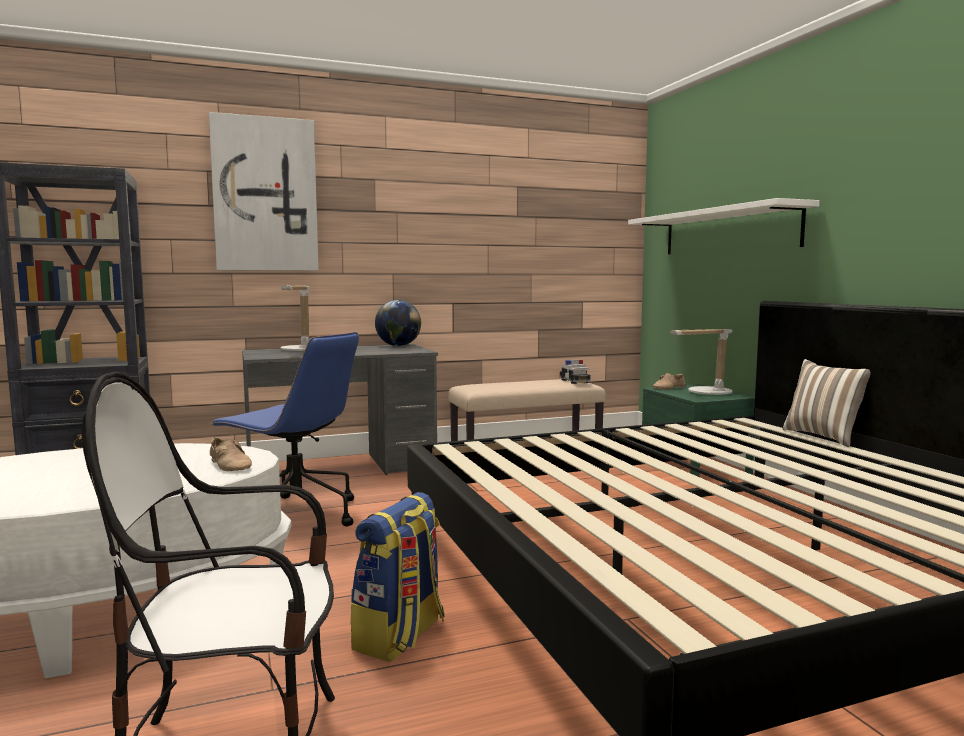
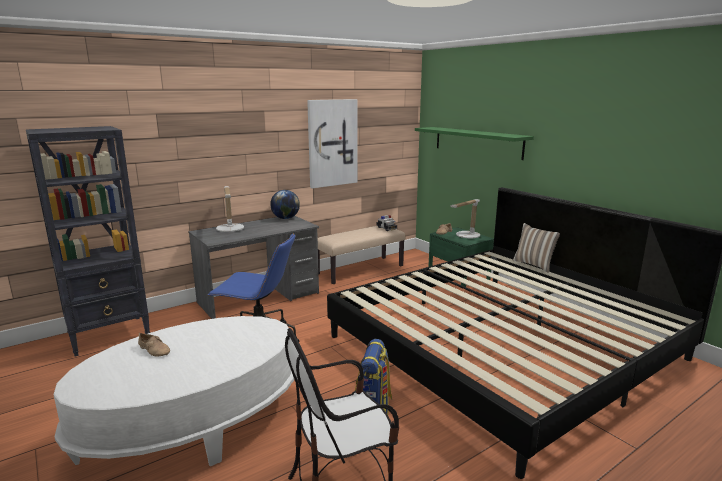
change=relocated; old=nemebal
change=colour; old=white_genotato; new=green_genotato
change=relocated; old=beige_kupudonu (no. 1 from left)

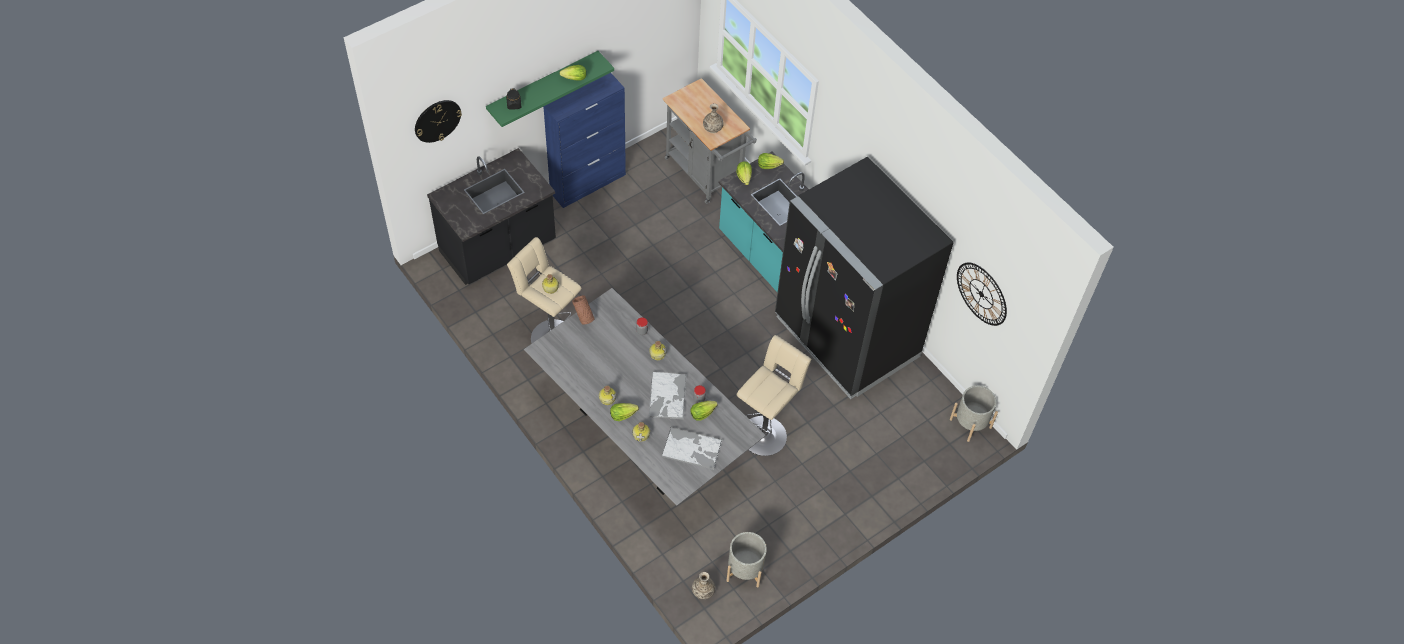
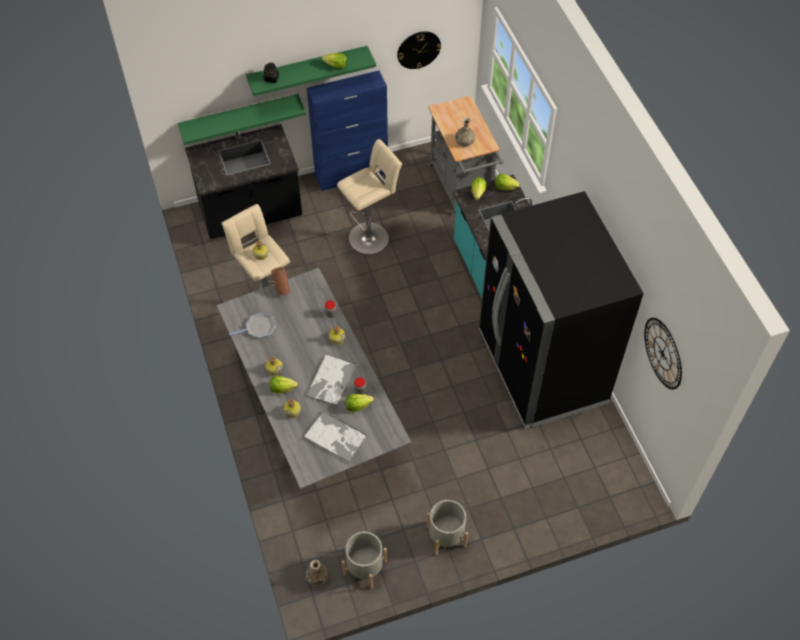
change=relocated; old=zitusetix (no. 1 from left)
change=relocated; old=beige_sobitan (no. 2 from left)
change=relocated; old=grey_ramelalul (no. 2 from left)
change=appeared; new=green_genotato (no. 1 from left)
change=appeared; new=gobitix

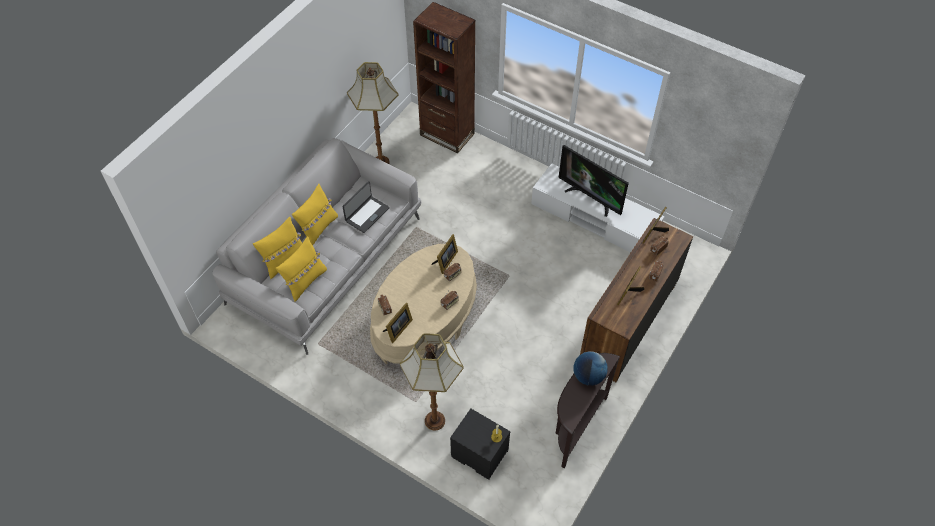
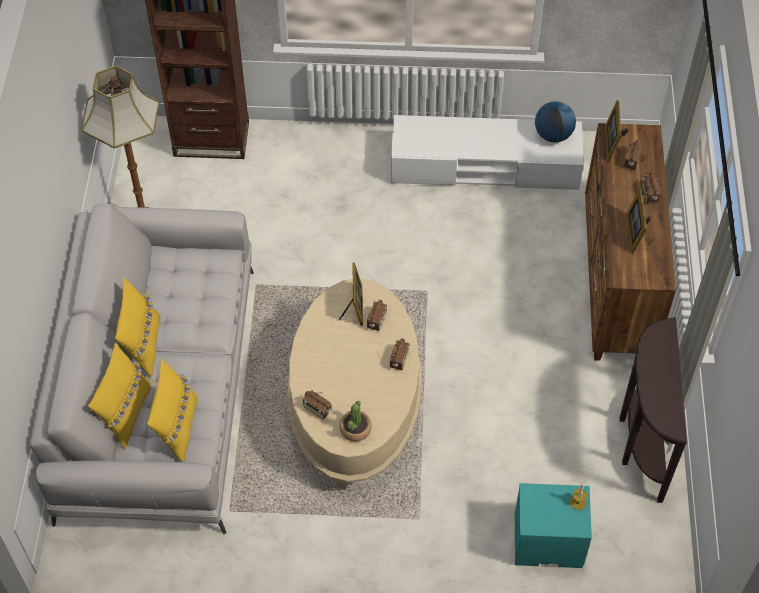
change=missing; old=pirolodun
change=missing; old=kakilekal
change=exchanged; old=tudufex (no. 1 from left); new=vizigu
change=missing; old=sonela (no. 2 from left)
change=relocated; old=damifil
change=colour; old=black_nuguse; new=turquoise_nuguse

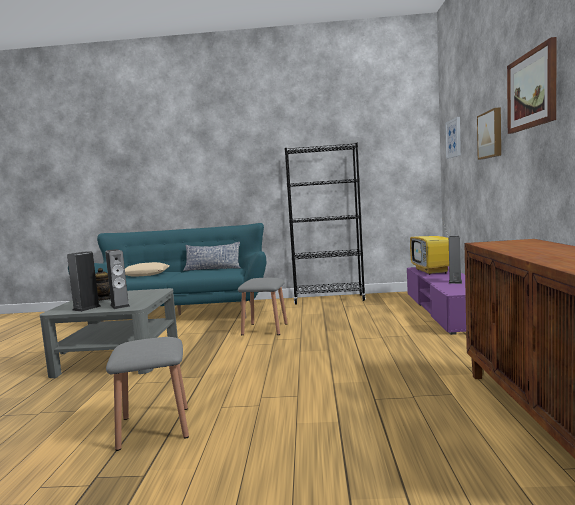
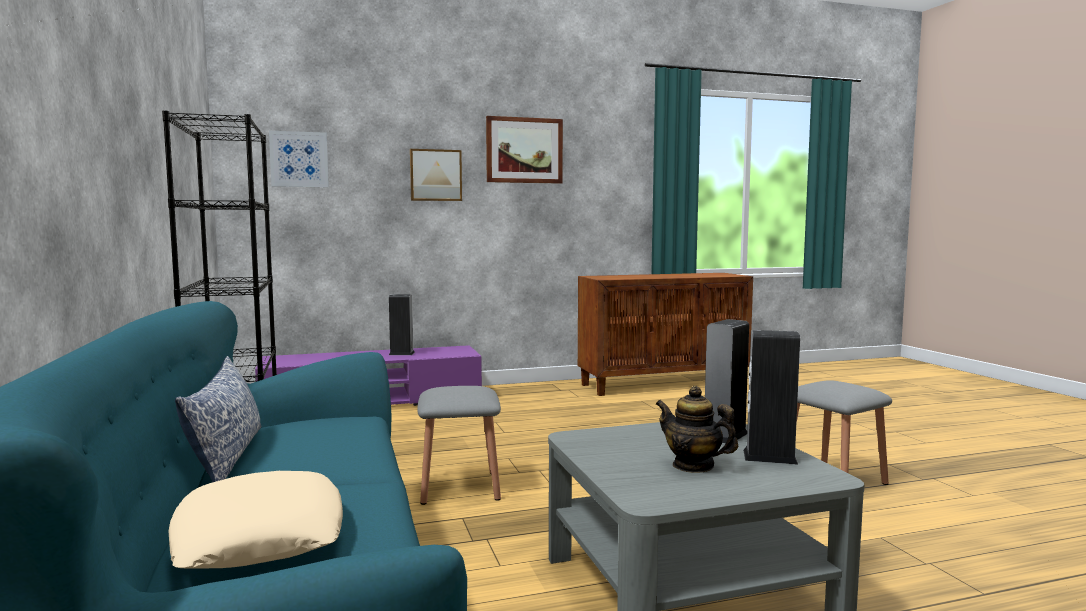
change=missing; old=pirolodun

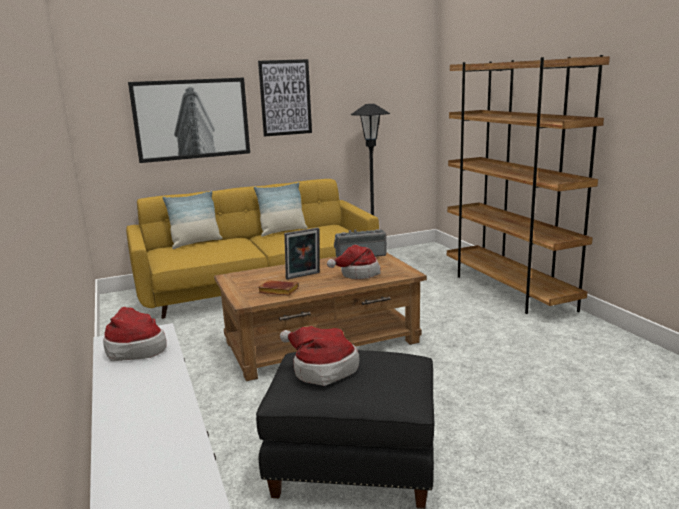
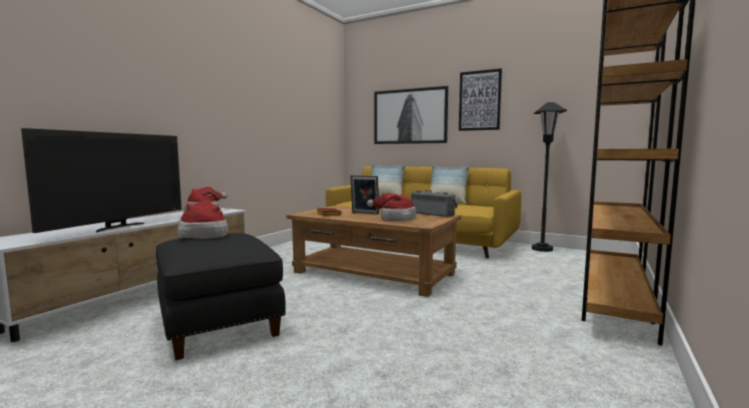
change=appeared; new=pirolodun

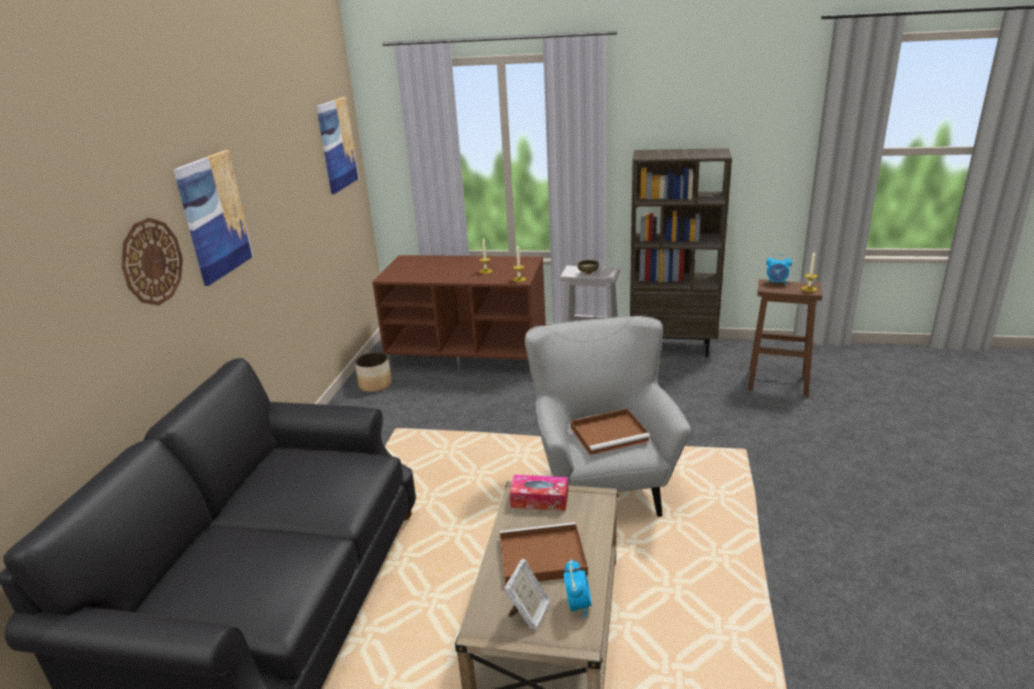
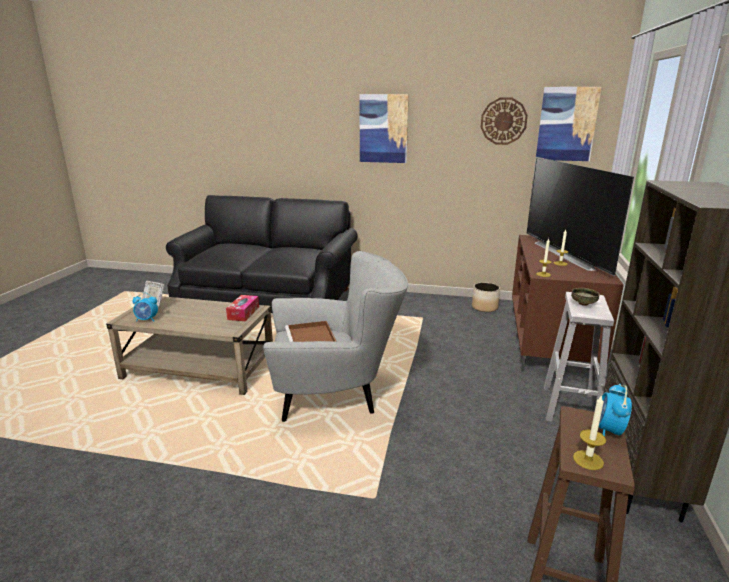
change=relocated; old=zitusetix
change=missing; old=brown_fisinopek (no. 1 from left)
change=appeared; new=pirolodun

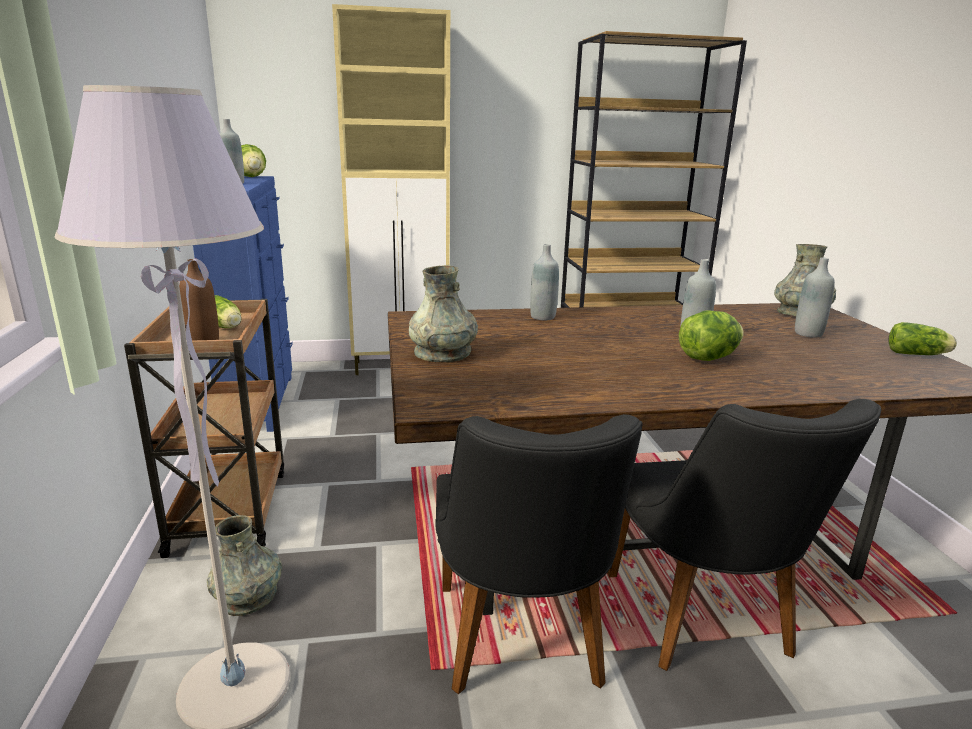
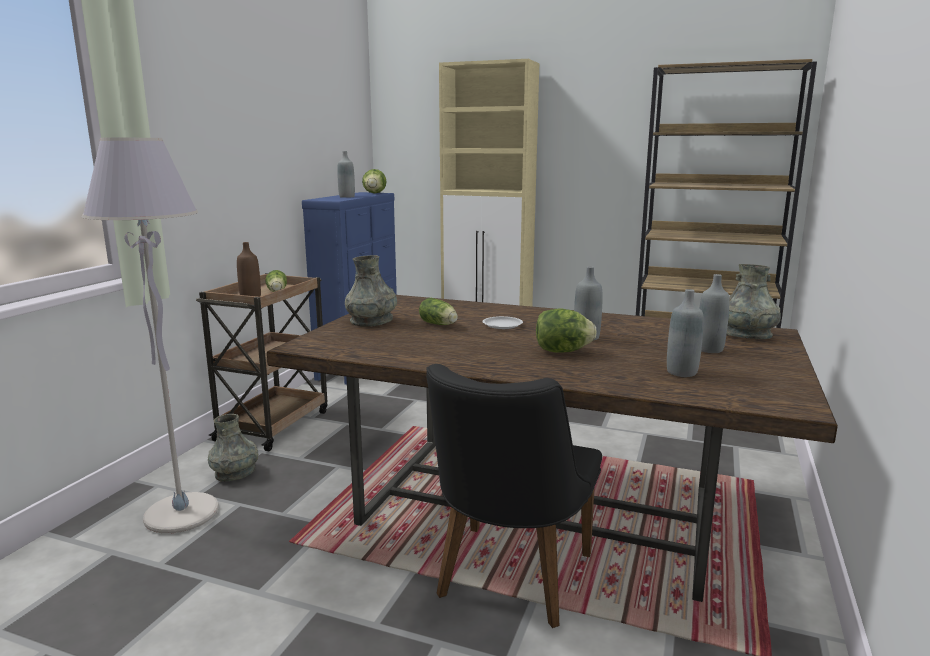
change=relocated; old=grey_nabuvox (no. 2 from left in the first image); new=grey_nabuvox (no. 3 from left)
change=relocated; old=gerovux (no. 4 from left in the first image); new=gerovux (no. 3 from left)
change=missing; old=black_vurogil (no. 1 from left)
change=appeared; new=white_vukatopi

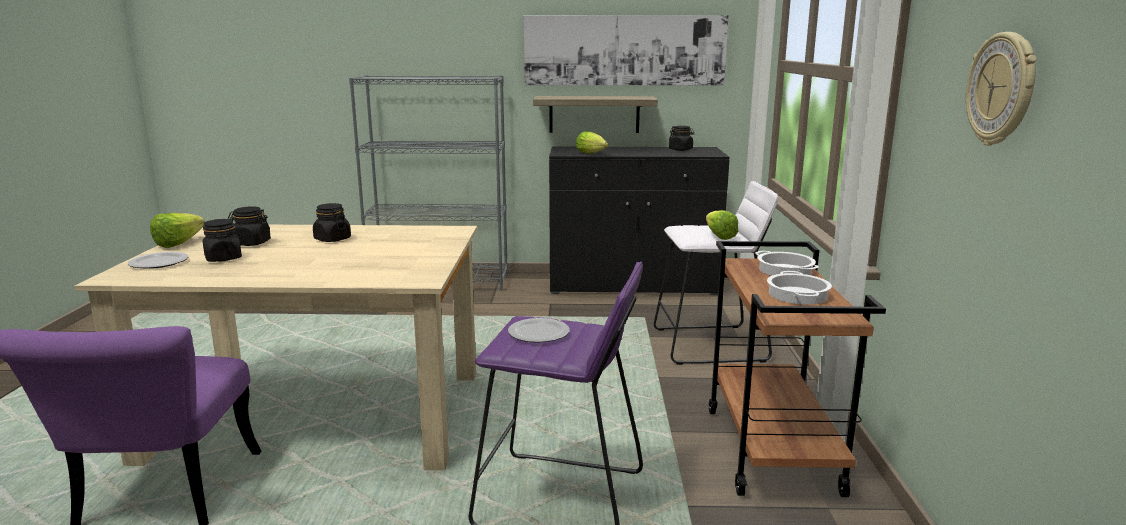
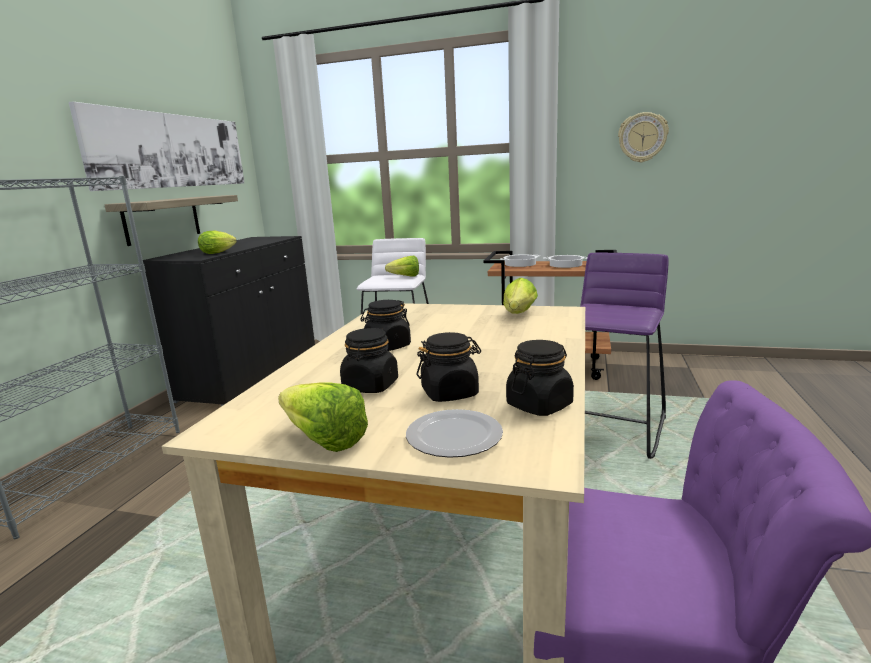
change=relocated; old=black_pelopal (no. 4 from left)
change=missing; old=vukatopi (no. 2 from left)
change=appeared; new=gerovux (no. 4 from left)

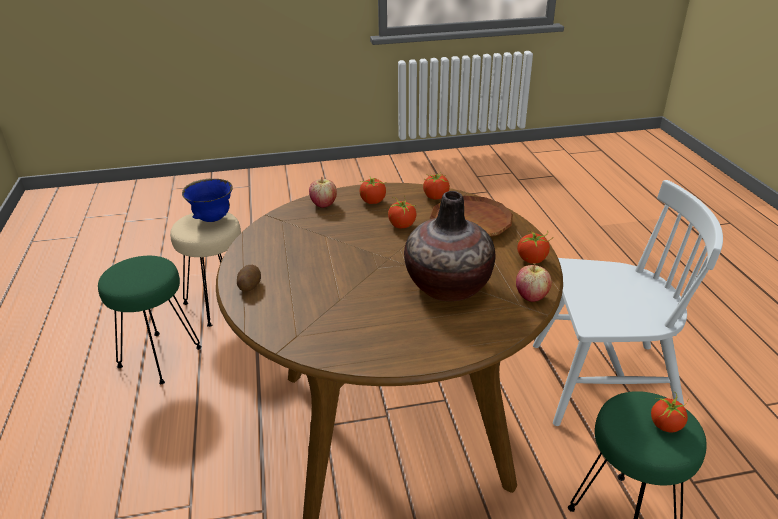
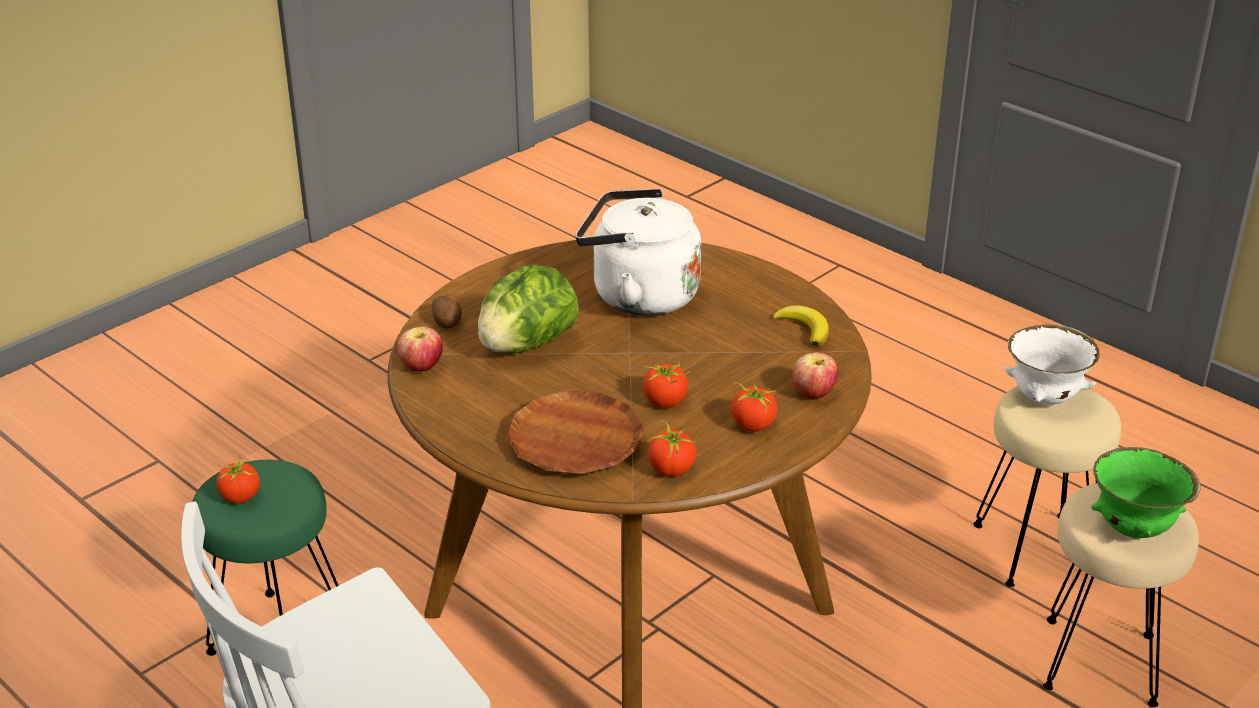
change=colour; old=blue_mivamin; new=green_mivamin
change=exchanged; old=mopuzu; new=gerovux
change=missing; old=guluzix (no. 4 from left)
change=colour; old=green_sobitan (no. 1 from left); new=beige_sobitan (no. 1 from left)
change=relocated; old=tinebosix
change=appeared; new=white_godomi
change=appeared; new=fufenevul
change=appeared; new=white_mivamin

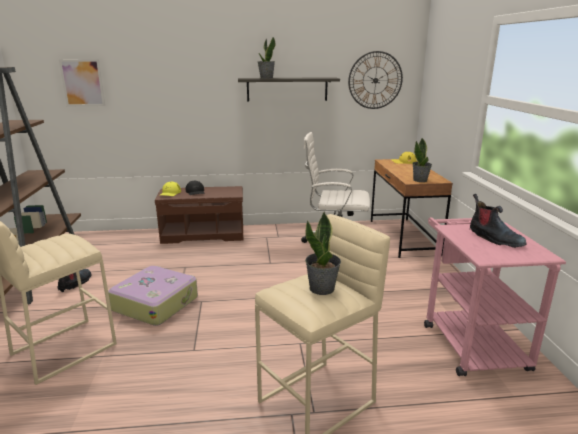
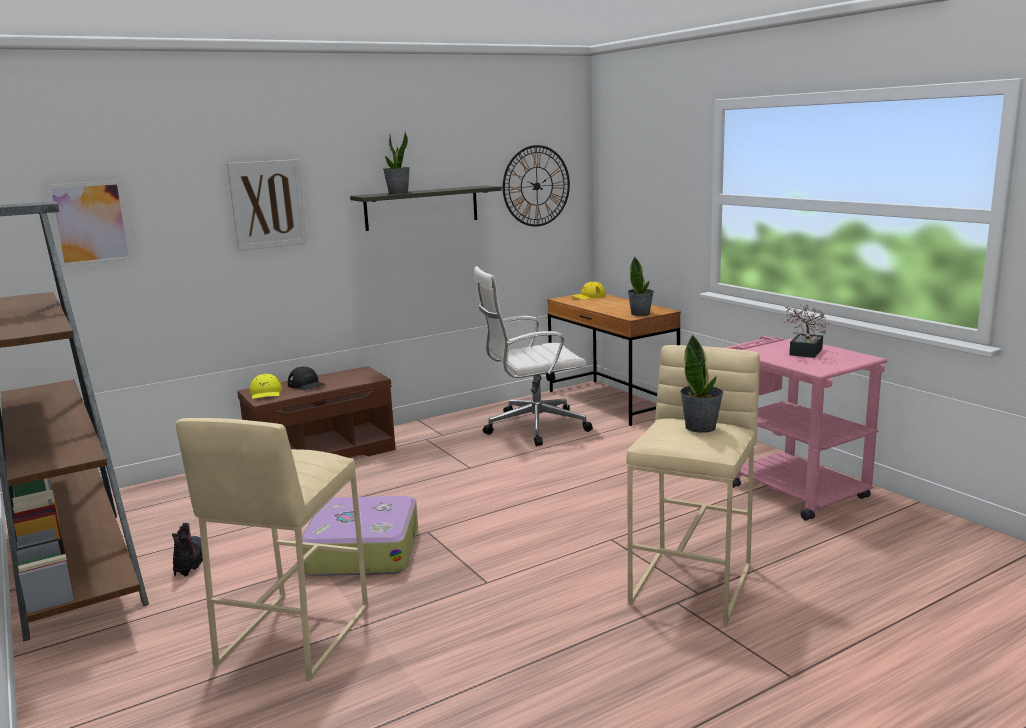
change=exchanged; old=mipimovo (no. 2 from left); new=vizigu (no. 4 from left)
change=appeared; new=nemebal (no. 2 from left)

